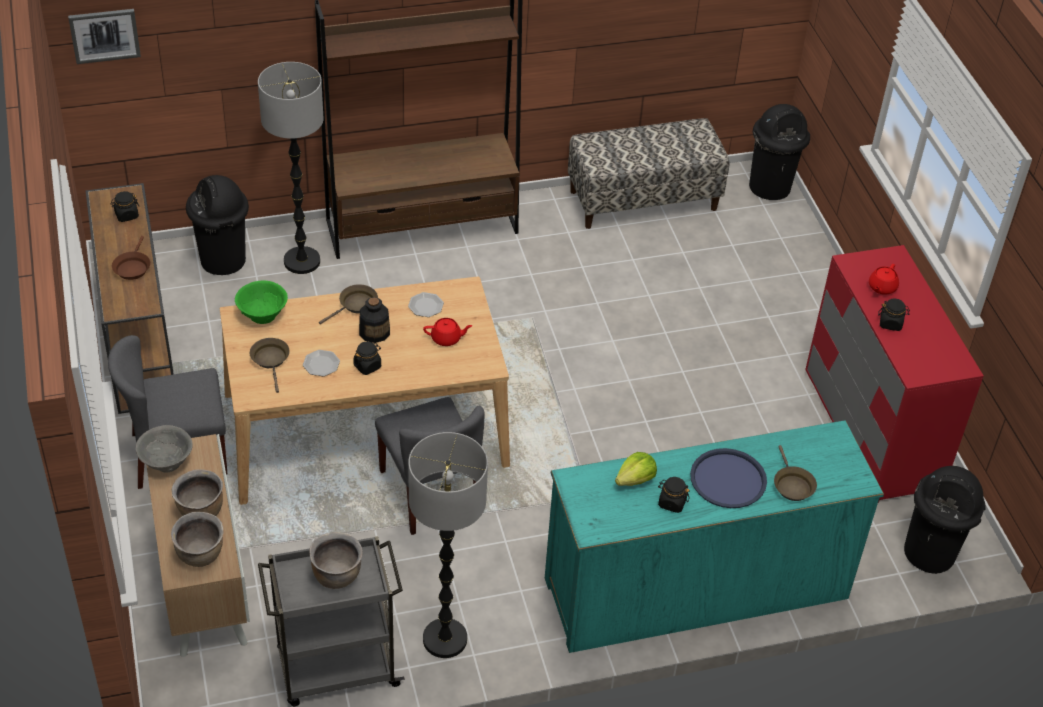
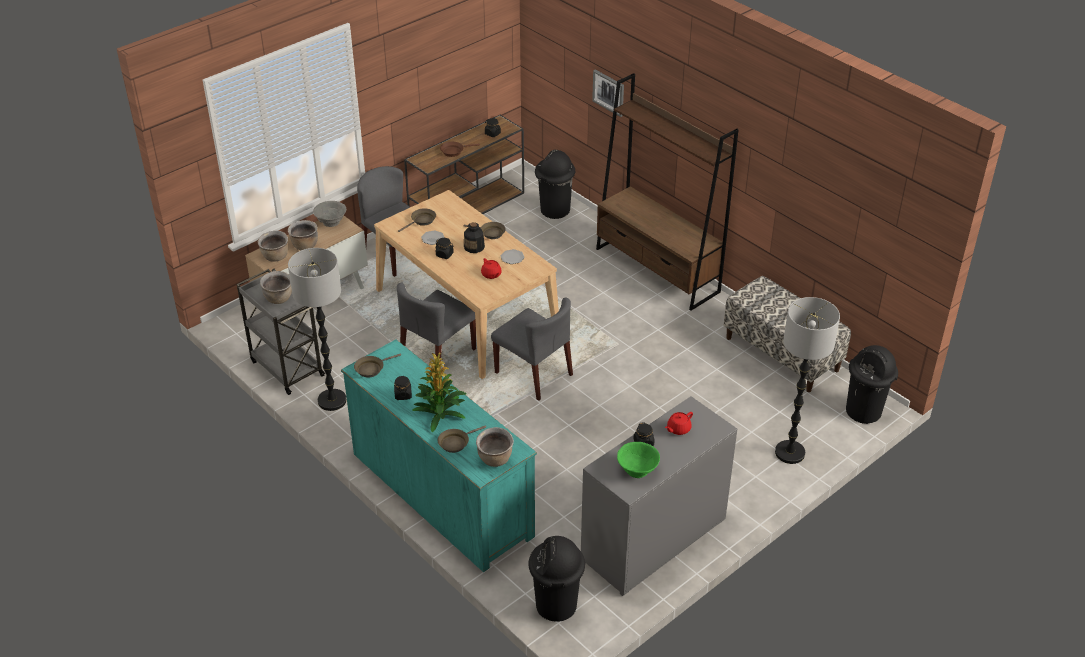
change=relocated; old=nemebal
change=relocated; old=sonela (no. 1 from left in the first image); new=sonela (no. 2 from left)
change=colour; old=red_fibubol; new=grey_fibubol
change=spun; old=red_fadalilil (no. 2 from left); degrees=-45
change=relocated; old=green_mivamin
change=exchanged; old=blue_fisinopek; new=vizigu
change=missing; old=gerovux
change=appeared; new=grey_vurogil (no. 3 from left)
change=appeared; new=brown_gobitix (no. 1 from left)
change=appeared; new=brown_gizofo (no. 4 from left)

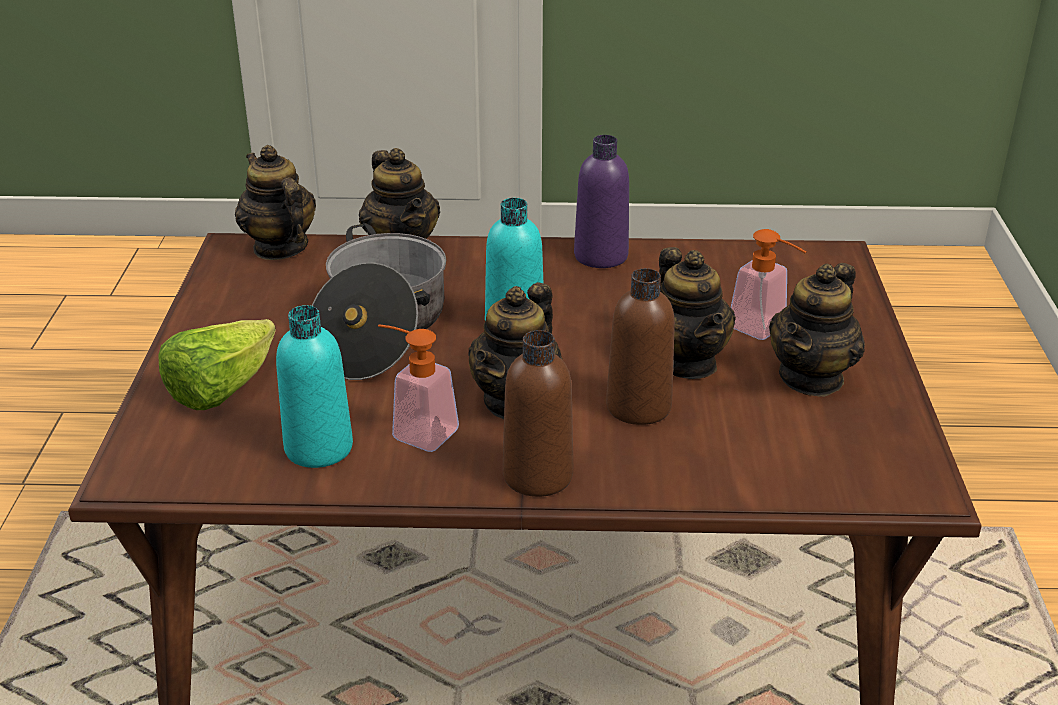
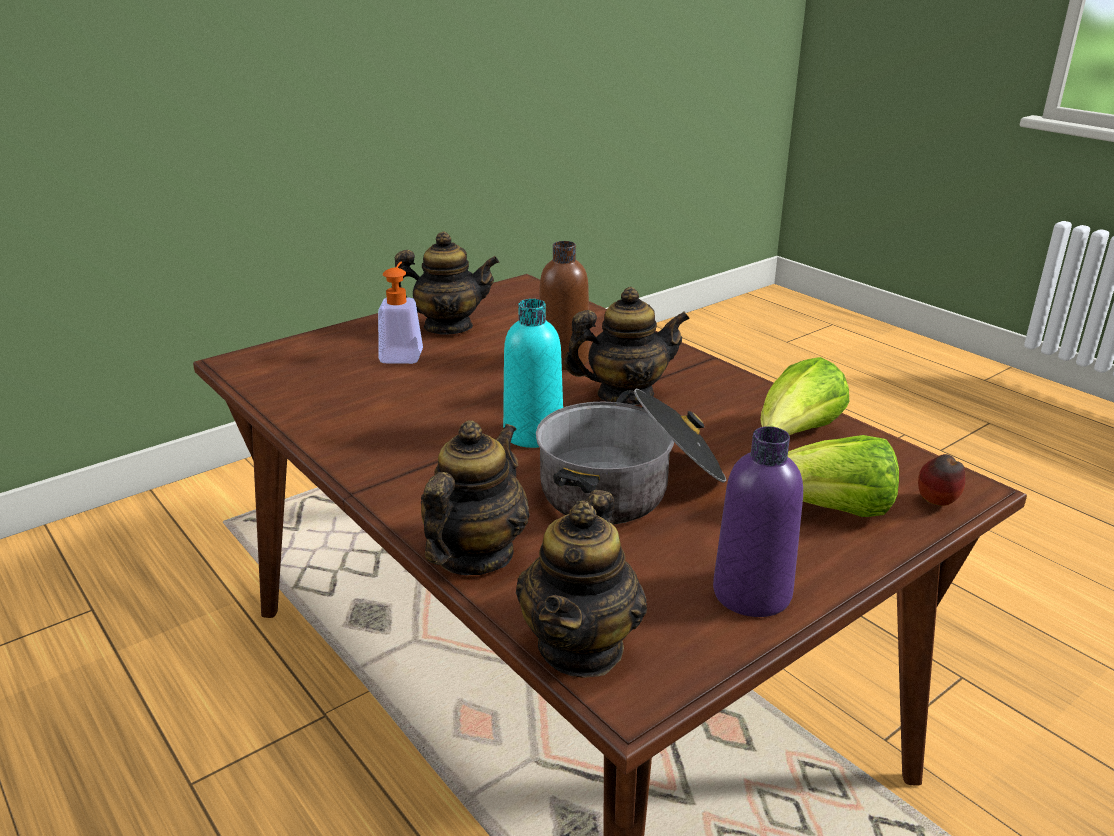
change=relocated; old=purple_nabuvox
change=missing; old=fadalilil (no. 4 from left)
change=exchanged; old=turquoise_nabuvox (no. 1 from left); new=gerovux (no. 1 from left)
change=missing; old=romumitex (no. 1 from left)
change=missing; old=brown_nabuvox (no. 1 from left)
change=appeared; new=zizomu

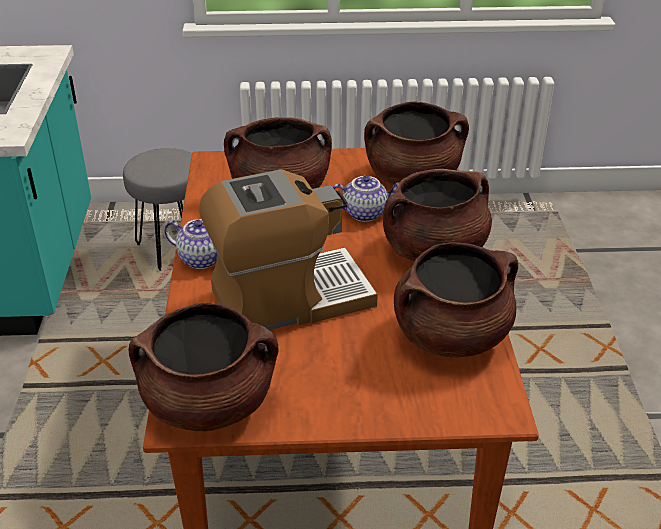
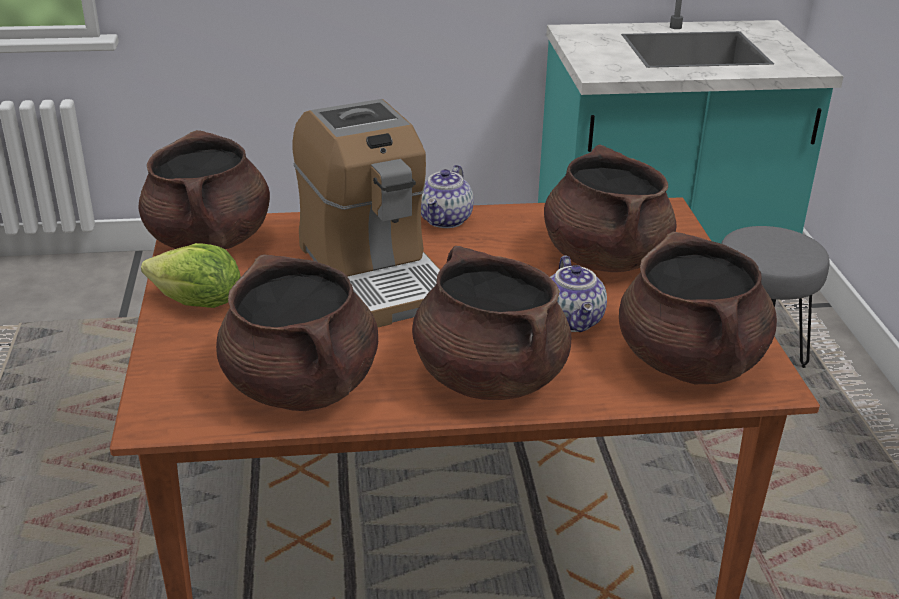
change=appeared; new=gerovux

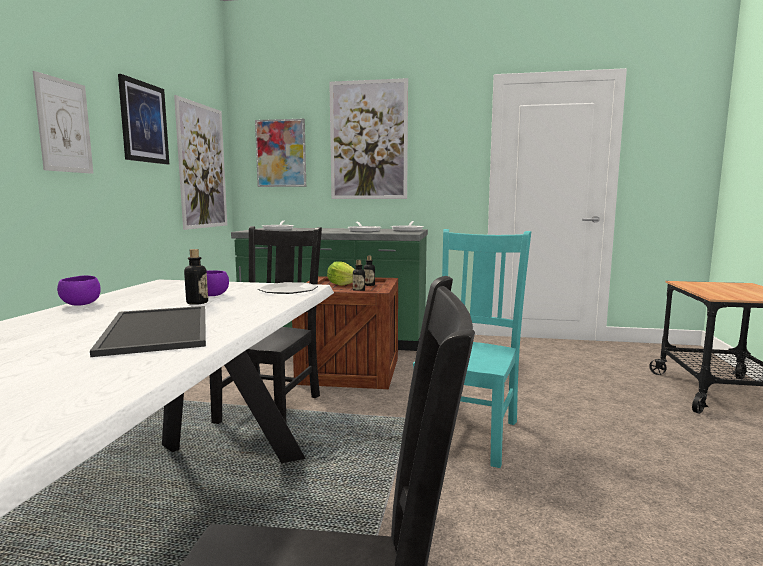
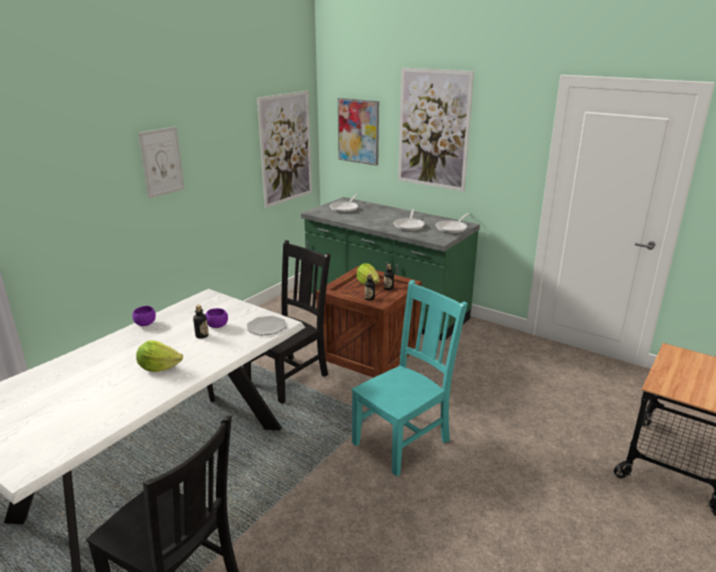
change=missing; old=nemebal (no. 2 from left)
change=exchanged; old=fisinopek; new=gerovux (no. 1 from left)

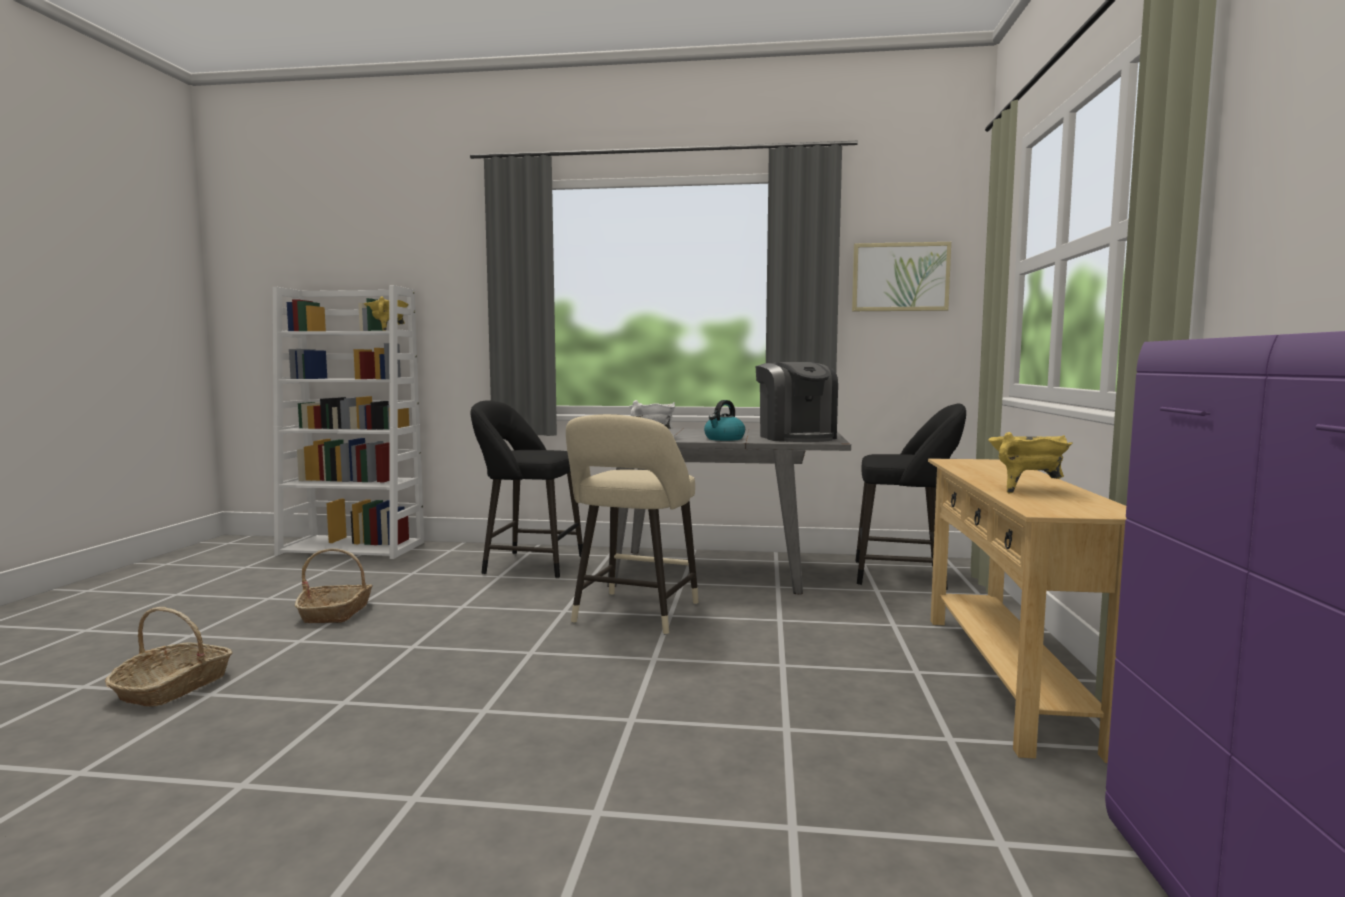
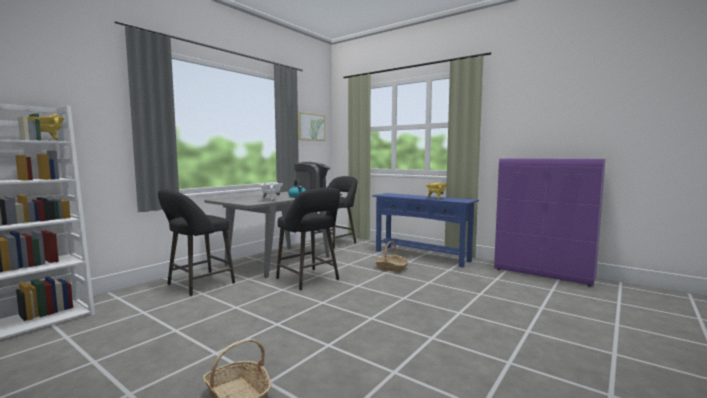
change=colour; old=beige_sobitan; new=black_sobitan (no. 2 from left)
change=colour; old=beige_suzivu; new=blue_suzivu
change=relocated; old=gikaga (no. 2 from left)

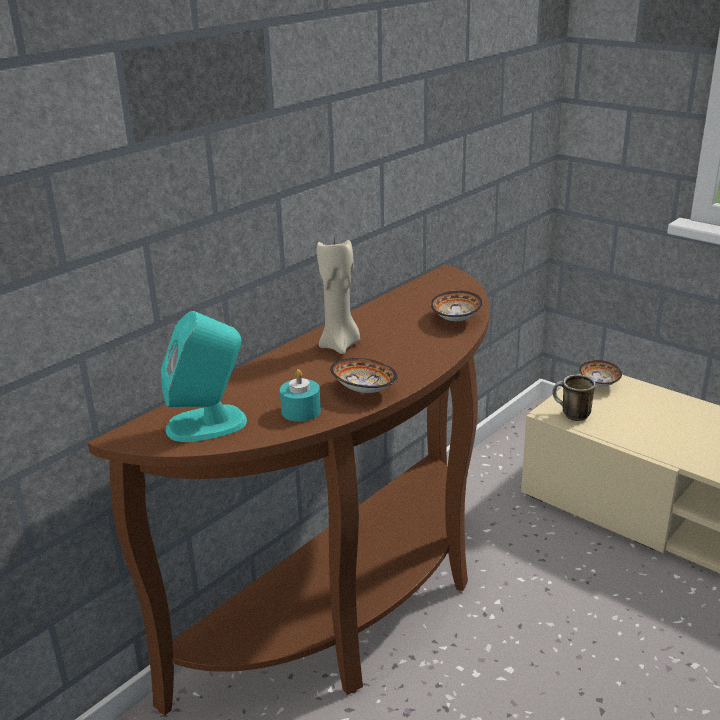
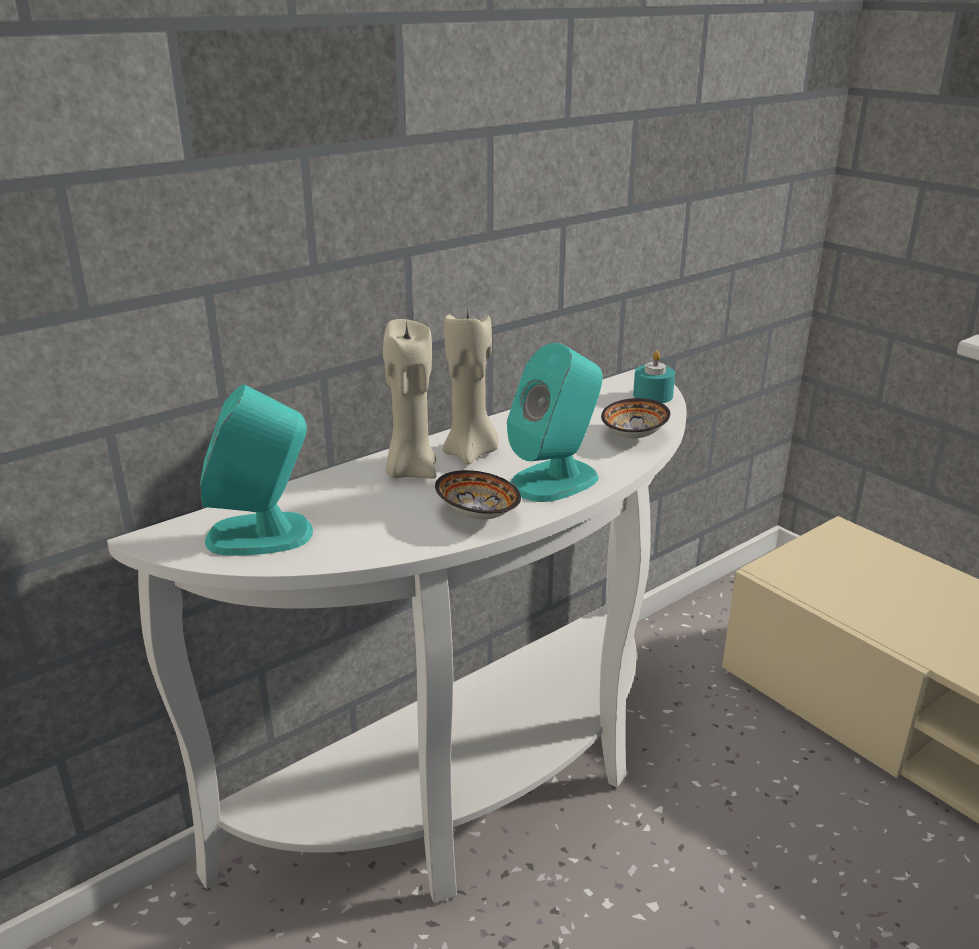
change=colour; old=brown_suzivu; new=white_suzivu
change=missing; old=mivamin (no. 3 from left)
change=relocated; old=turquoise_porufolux
change=missing; old=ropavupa
change=appeared; new=beige_porufolux (no. 1 from left)
change=appeared; new=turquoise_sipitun (no. 2 from left)

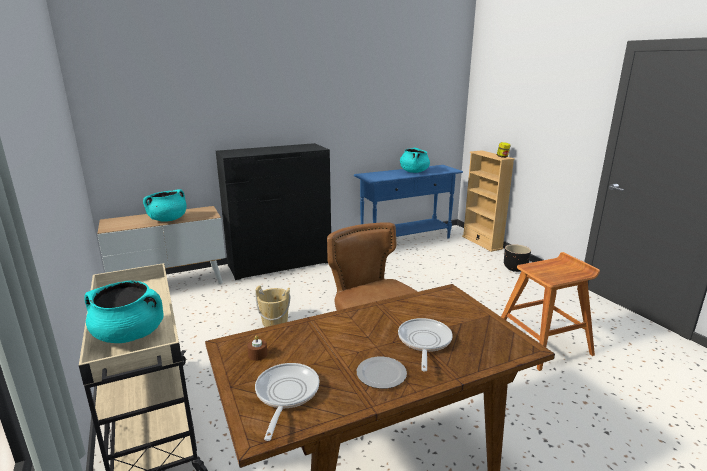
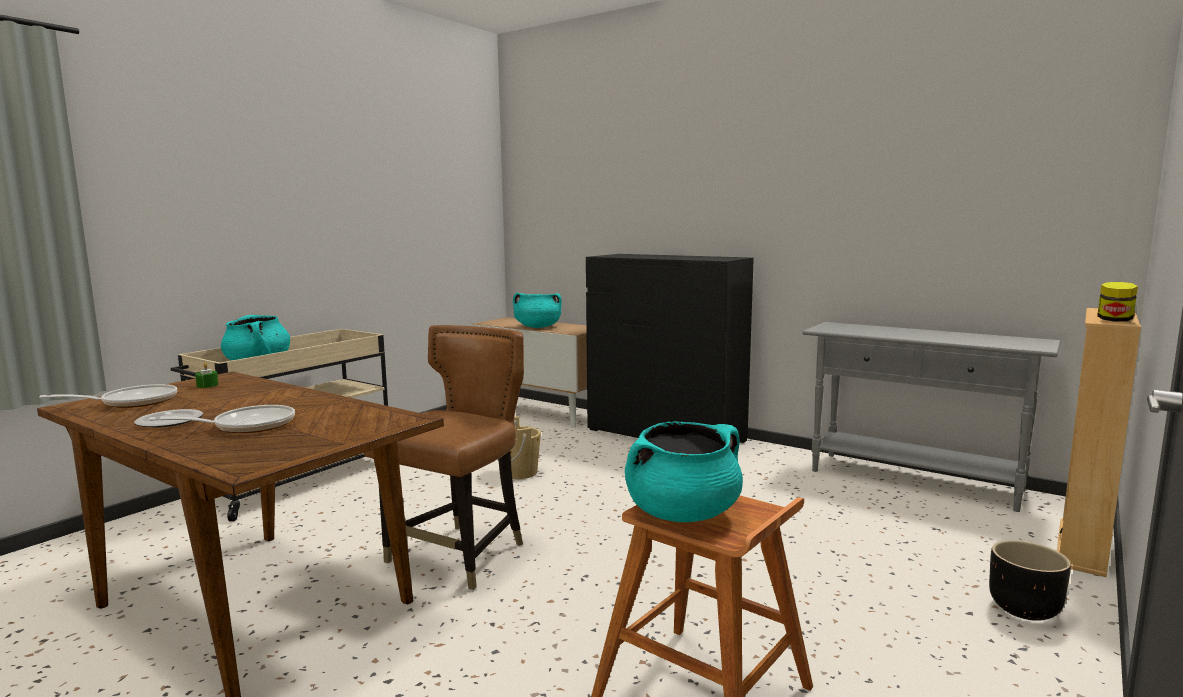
change=relocated; old=turquoise_gizofo (no. 3 from left)
change=colour; old=blue_suzivu; new=grey_suzivu
change=colour; old=brown_porufolux; new=green_porufolux

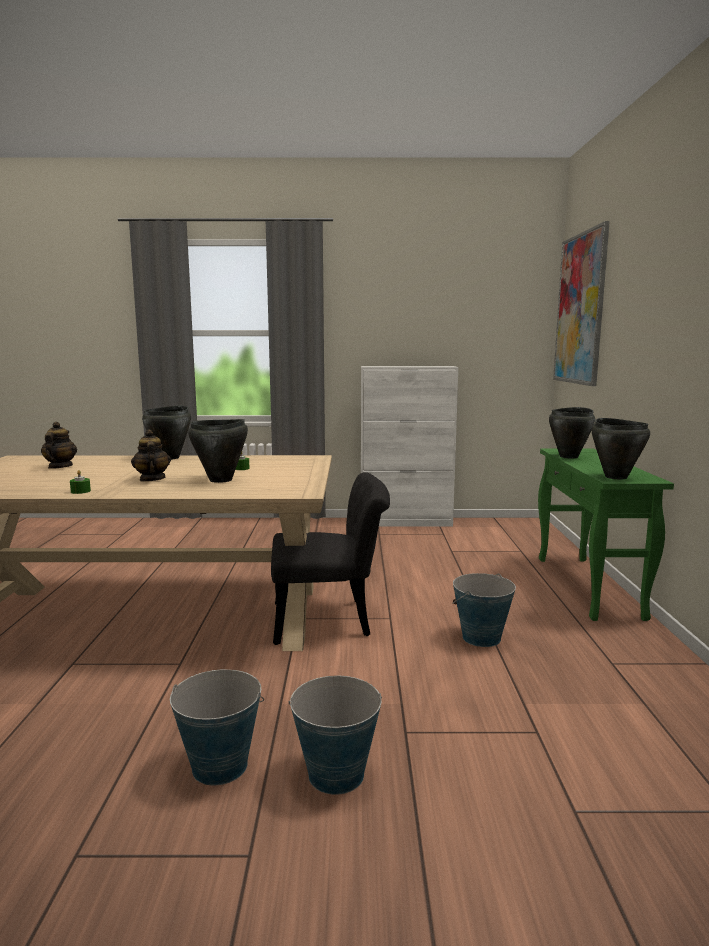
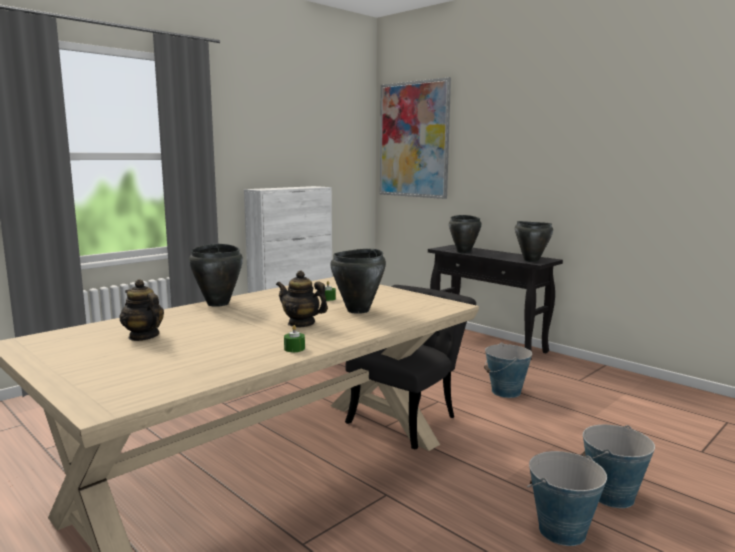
change=colour; old=green_suzivu; new=black_suzivu

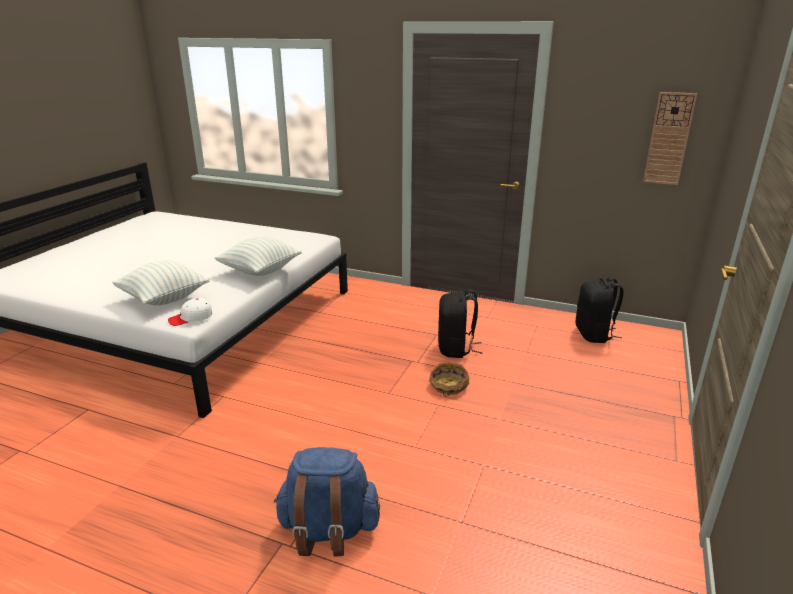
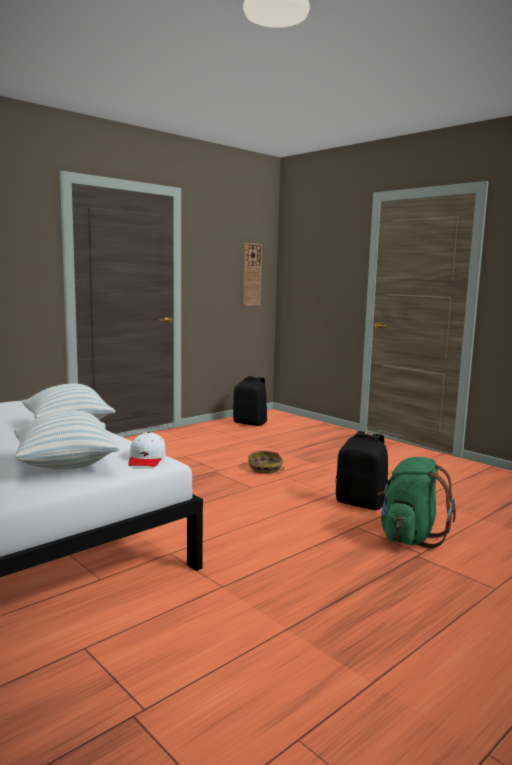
change=relocated; old=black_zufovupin (no. 1 from left in the first image); new=black_zufovupin (no. 2 from left)
change=colour; old=blue_zufovupin; new=green_zufovupin

